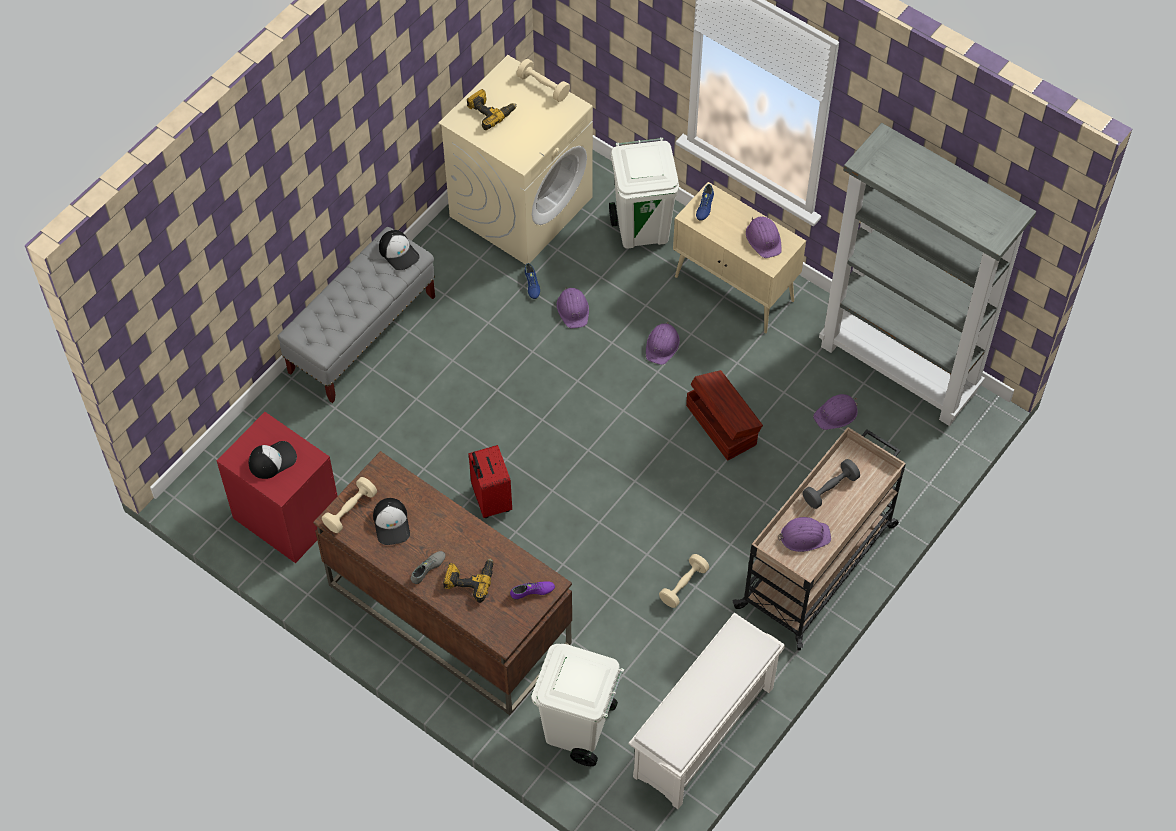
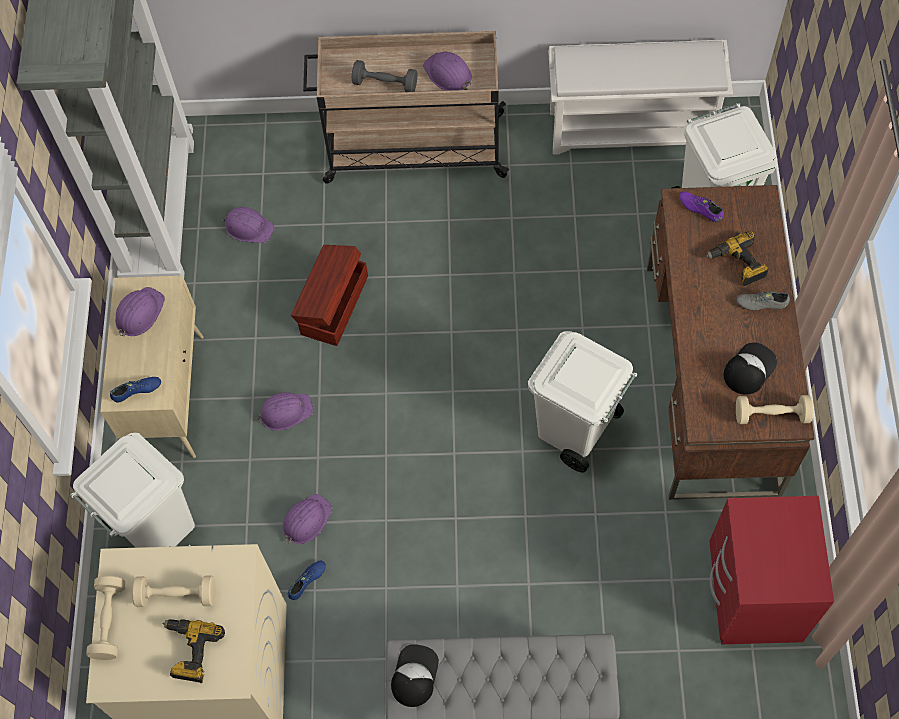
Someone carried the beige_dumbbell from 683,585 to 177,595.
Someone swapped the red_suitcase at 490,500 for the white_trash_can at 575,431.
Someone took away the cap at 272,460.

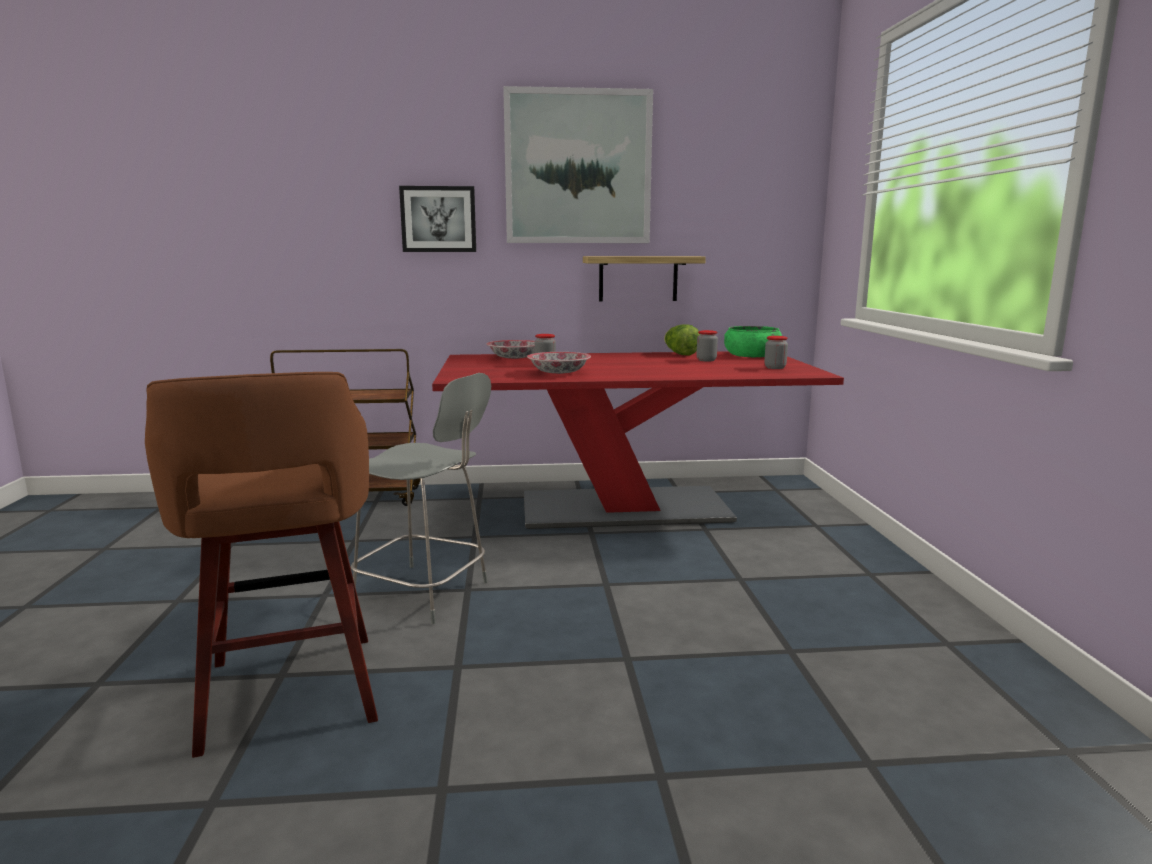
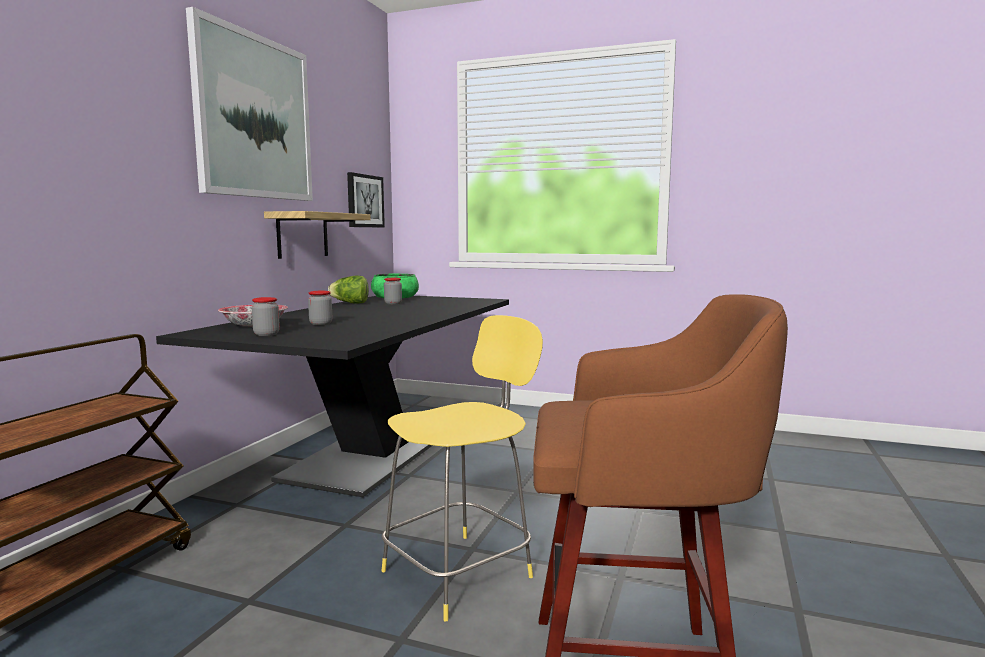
Someone repainted the red_dining_table at 624,508, which became the black_dining_table at 374,453.
Someone carried the jar from 775,367 to 266,334.
Someone carried the picture from 438,219 to 364,201.
Someone repainted the grey_stool at 425,594, which became the yellow_stool at 461,572.
Someone took away the bowl at 558,373.

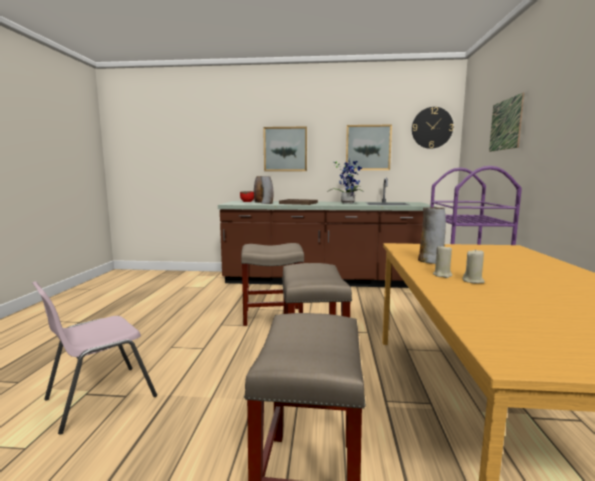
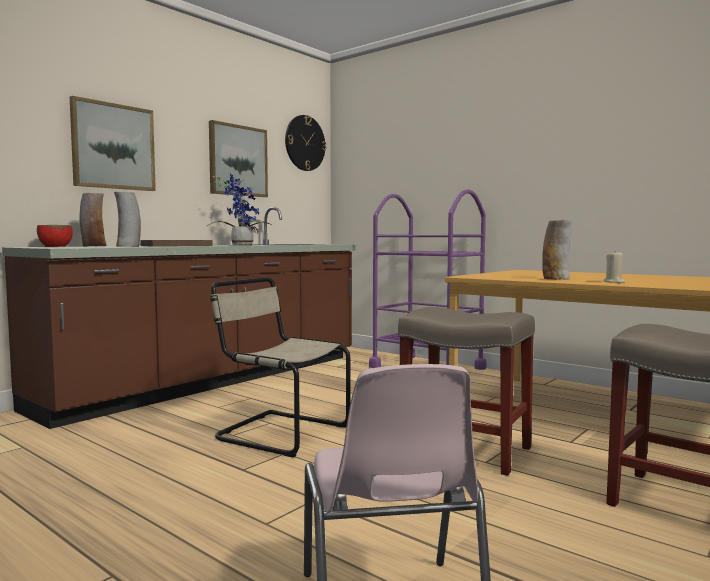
Someone swapped the beige_stool at 273,316 for the beige_chair at 279,432.
Someone took away the beige_candle at 473,281.
Someone took away the picture at 505,124.

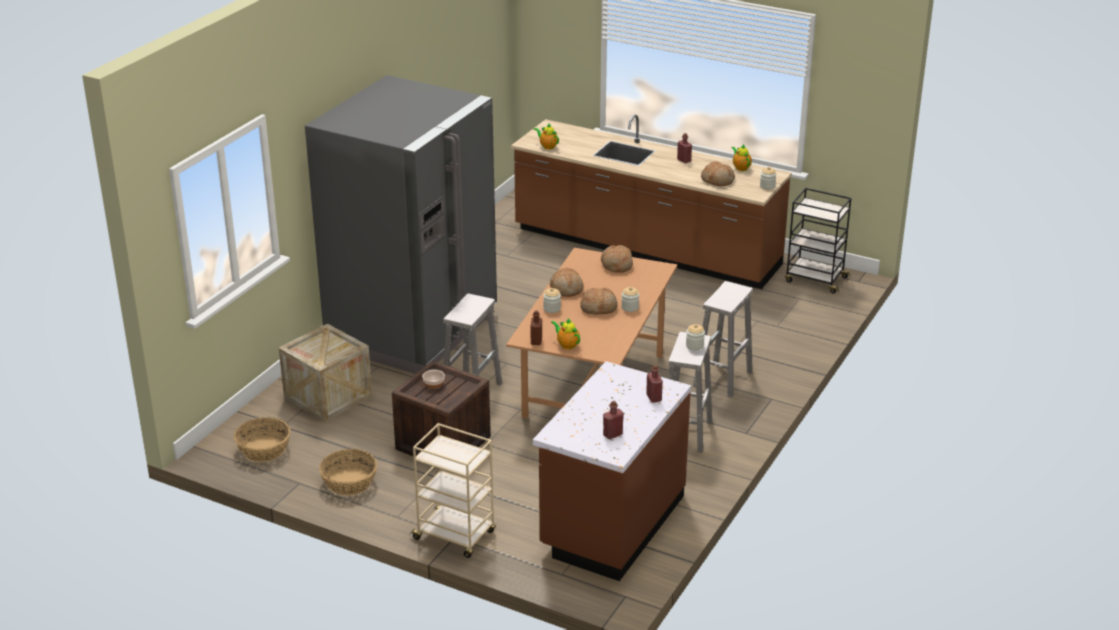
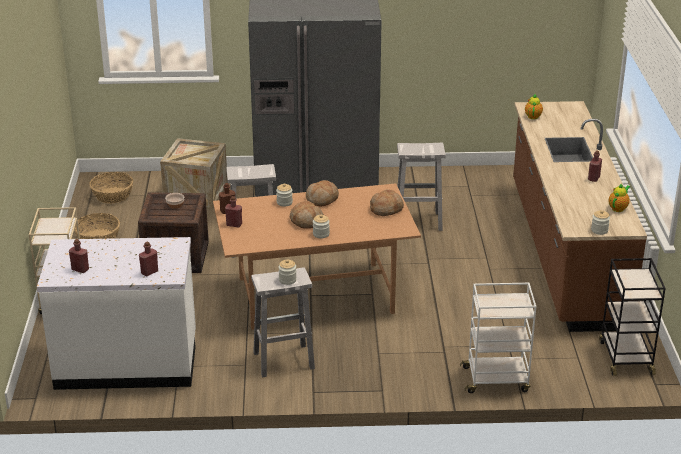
Someone repainted the brown_counter at 611,523, which became the white_counter at 127,362.
Someone swapped the teapot at 567,345 for the red_bottle at 234,224.
Someone carried the white_stool from 722,379 to 417,222.
Someone put down the white_cart at 496,379.
Someone took away the bread at 717,180.

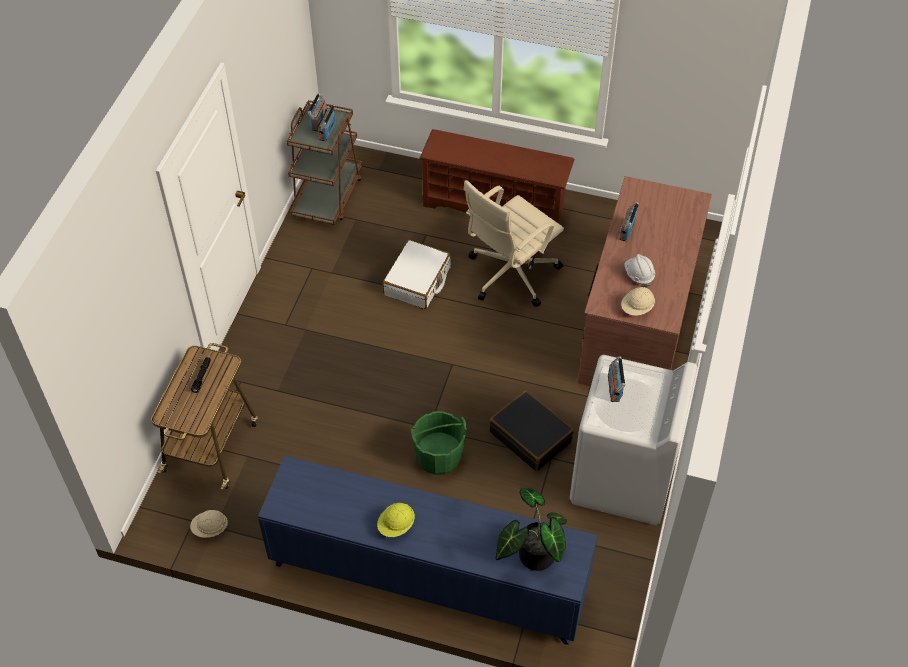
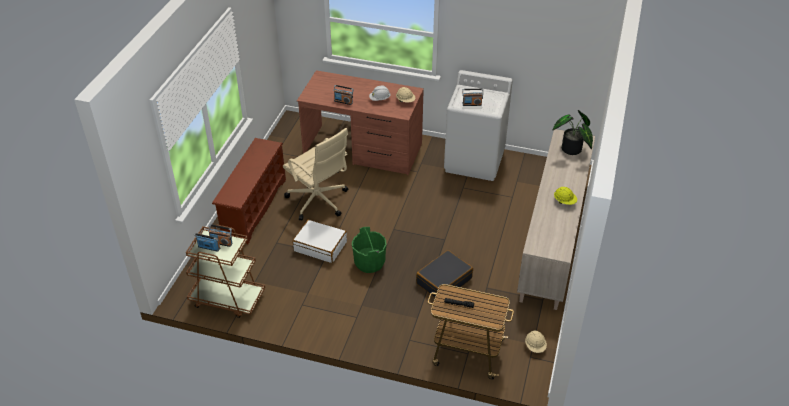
Someone carried the green_bucket from 439,456 to 369,262.
Someone carried the black_suitcase from 530,437 to 443,281.
Someone repainted the blue_cabinet at 428,579, which became the beige_cabinet at 553,239.

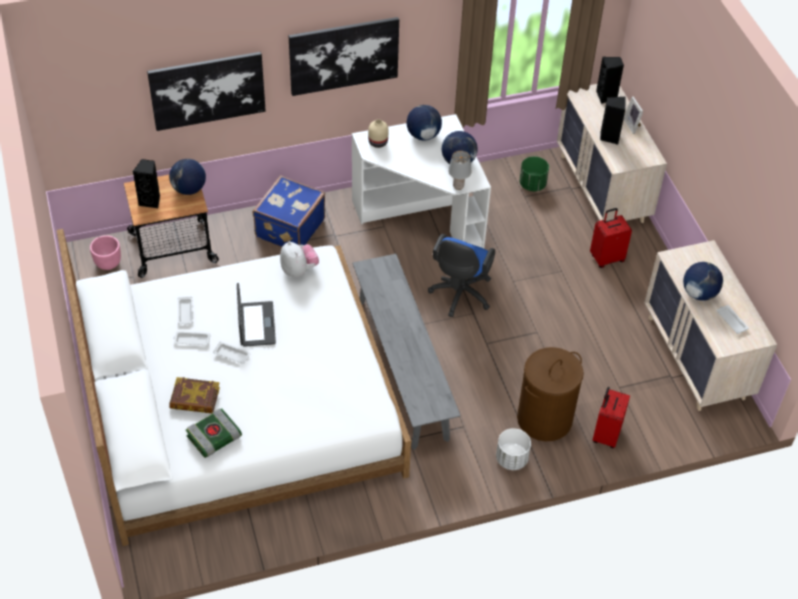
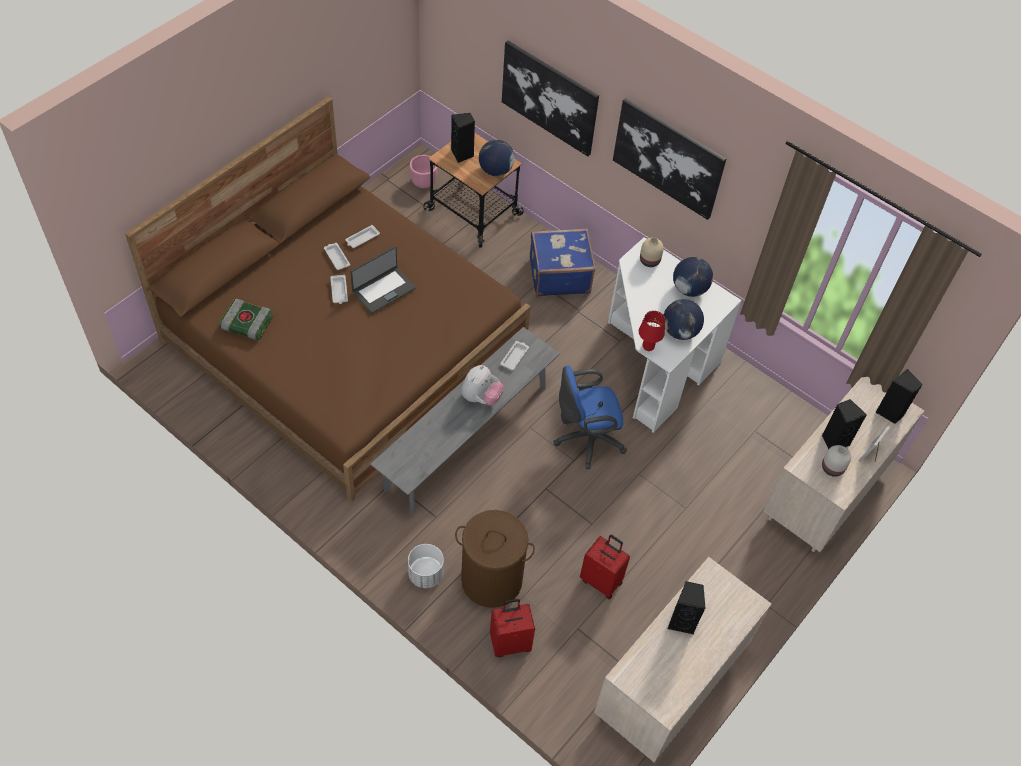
Someone repainted the white_bed at 239,404, which became the brown_bed at 344,342.
Someone carried the plush_toy from 299,270 to 481,397.
Someone carried the white_tray from 731,320 to 514,356.
Someone carried the red_suitcase from 606,258 to 601,580.
Someone repainted the grey_table_lamp at 458,186, which became the red_table_lamp at 648,347.
Someone swapped the globe at 699,293 for the black_speaker at 682,621.
Someone put down the white_vase at 832,468.
Someone took away the book at 195,399.
Someone took away the green_planter at 532,184.

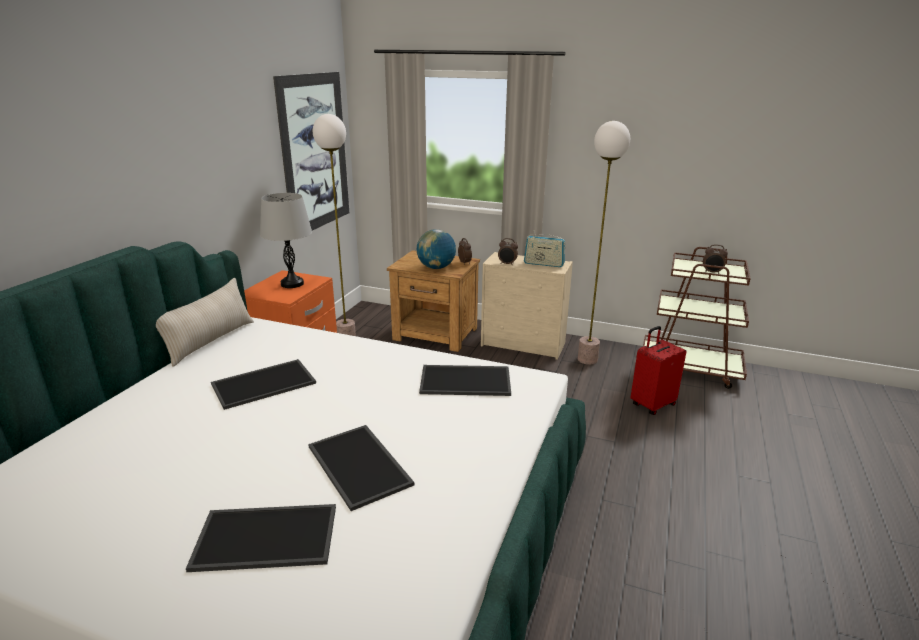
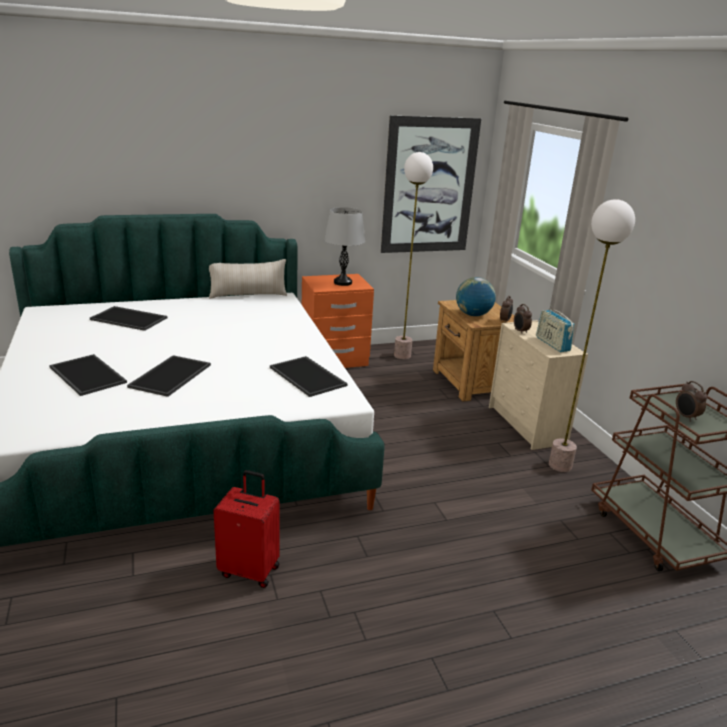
Someone carried the tray from 264,383 to 130,318.
Someone carried the red_suitcase from 652,404 to 250,570.

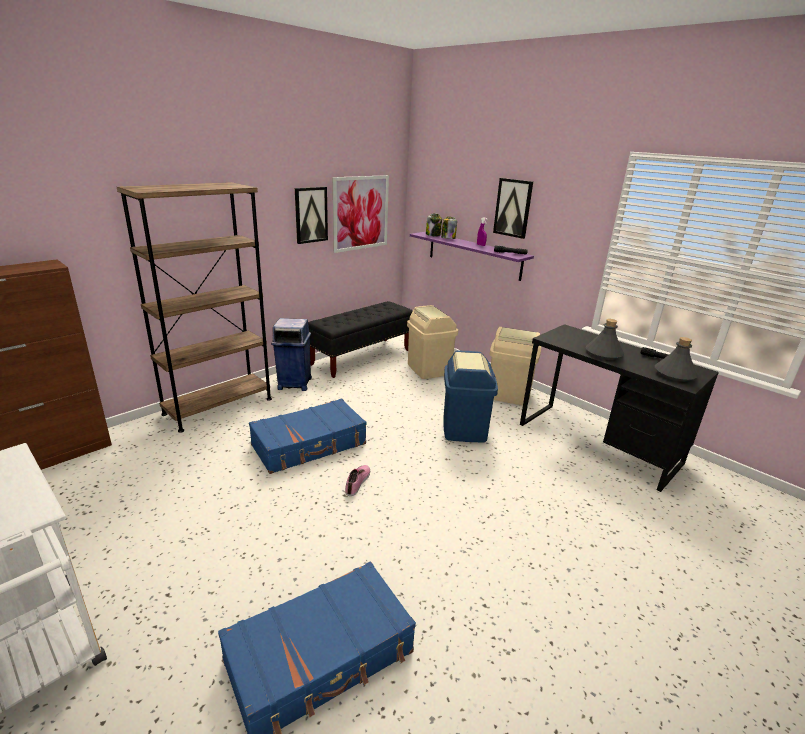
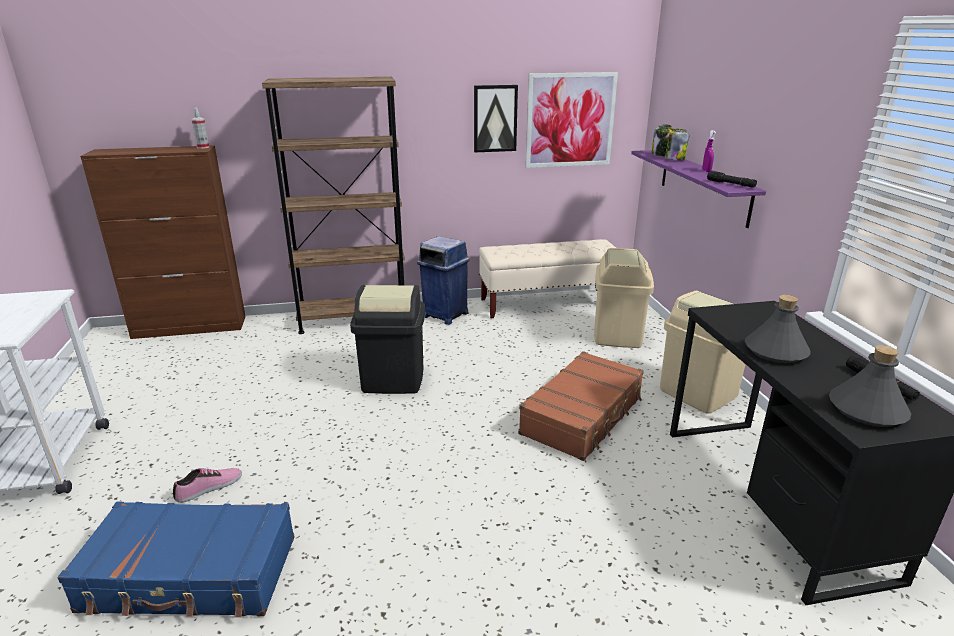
Someone carried the shoe from 358,482 to 209,488.
Someone put down the spray_bottle at 203,147.
Someone swapped the blue_suitcase at 309,445 for the black_trash_can at 393,379.
Someone repainted the black_bench at 361,357, which became the beige_bench at 547,304.
Someone swapped the blue_trash_can at 463,429 for the brown_suitcase at 583,416.
Someone took away the picture at 513,208.

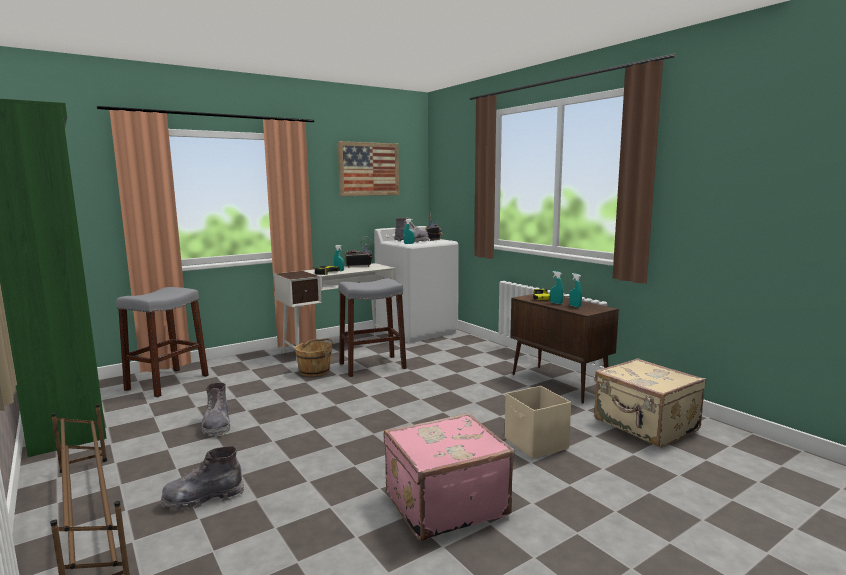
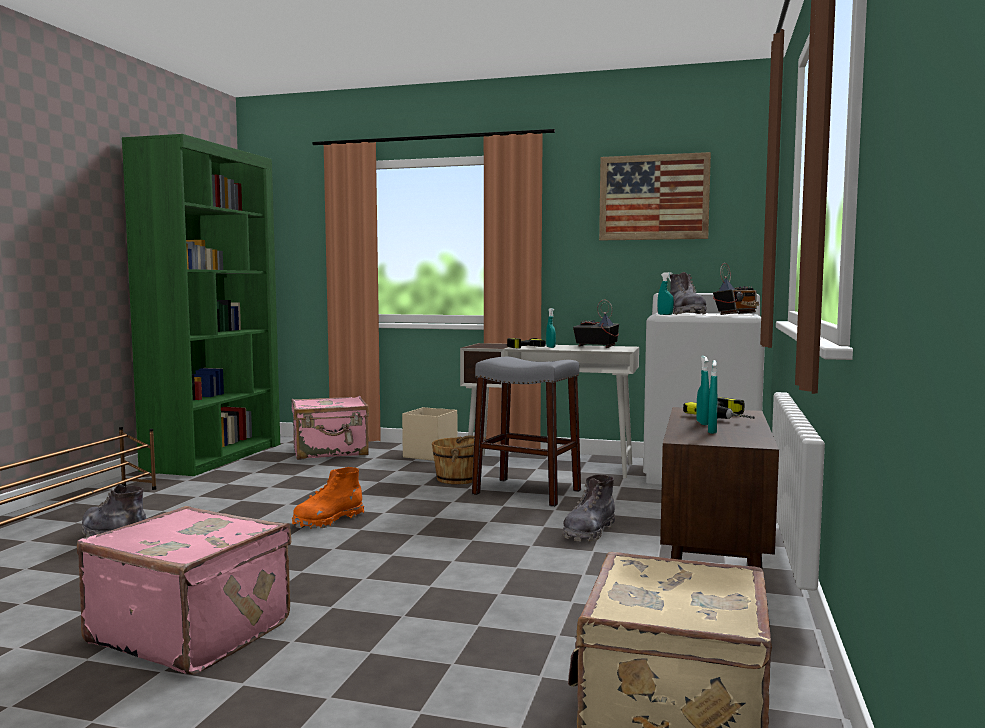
Someone swapped the grey_stool at 168,382 for the pink_suitcase at 331,452.
Someone put down the orange_boot at 328,521.
Someone carried the beige_storage_box from 536,444 to 429,455.
Someone carried the grey_boot from 217,425 to 589,532.

